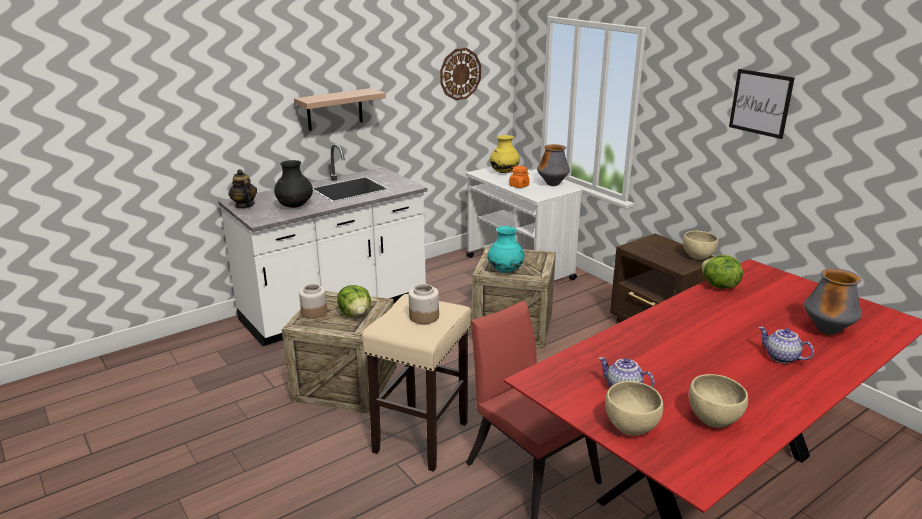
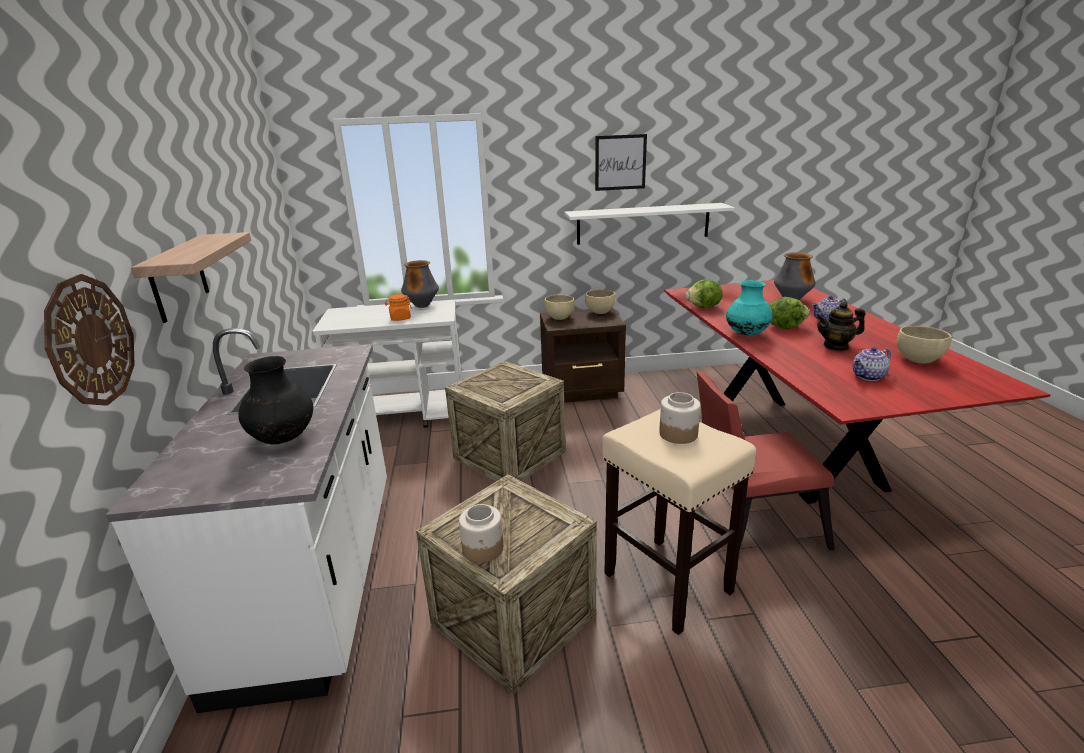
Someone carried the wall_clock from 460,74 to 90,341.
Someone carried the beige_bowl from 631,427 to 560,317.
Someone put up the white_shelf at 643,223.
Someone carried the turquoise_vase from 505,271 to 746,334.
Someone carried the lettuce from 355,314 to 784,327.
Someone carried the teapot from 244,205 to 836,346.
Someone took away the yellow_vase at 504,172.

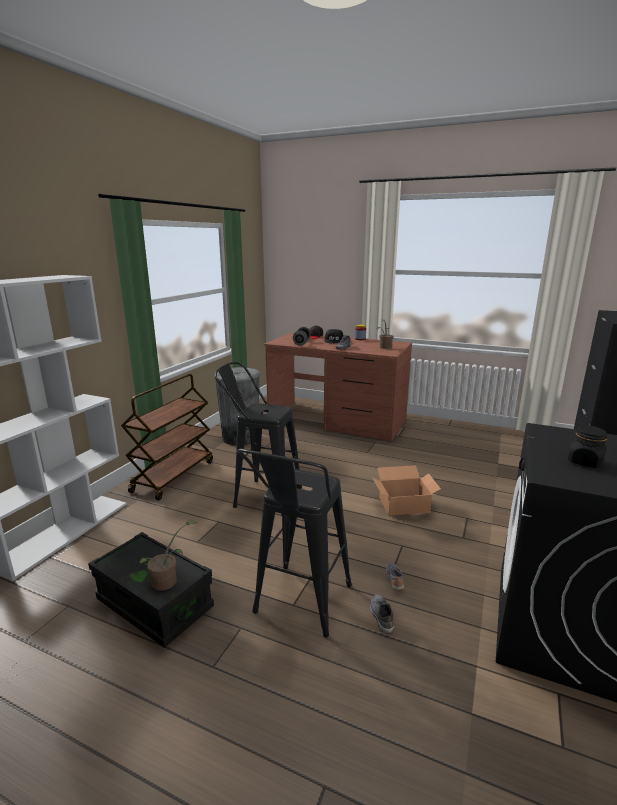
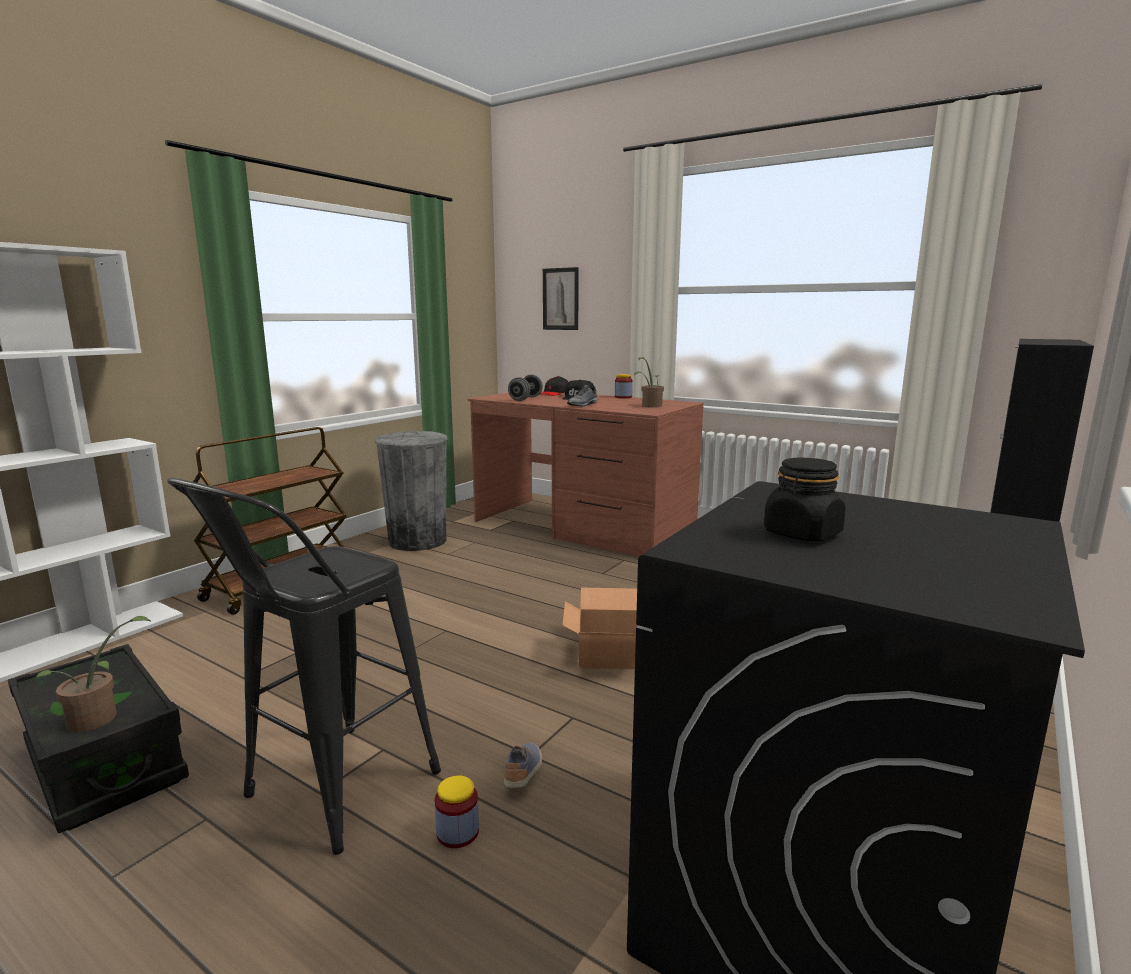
Someone swapped the grey_shoe at 381,616 for the jar at 457,832.
Someone put up the picture at 560,299.
Someone took away the black_stool at 261,496.

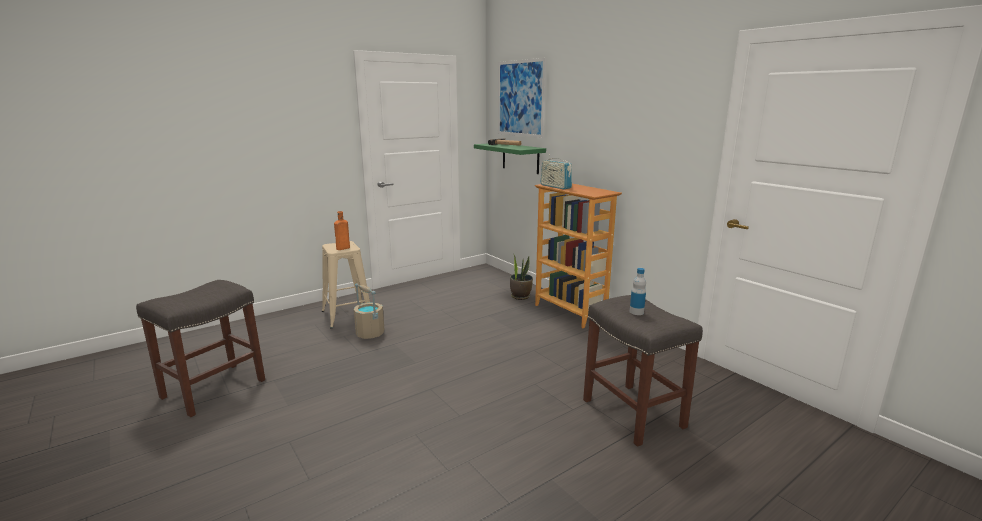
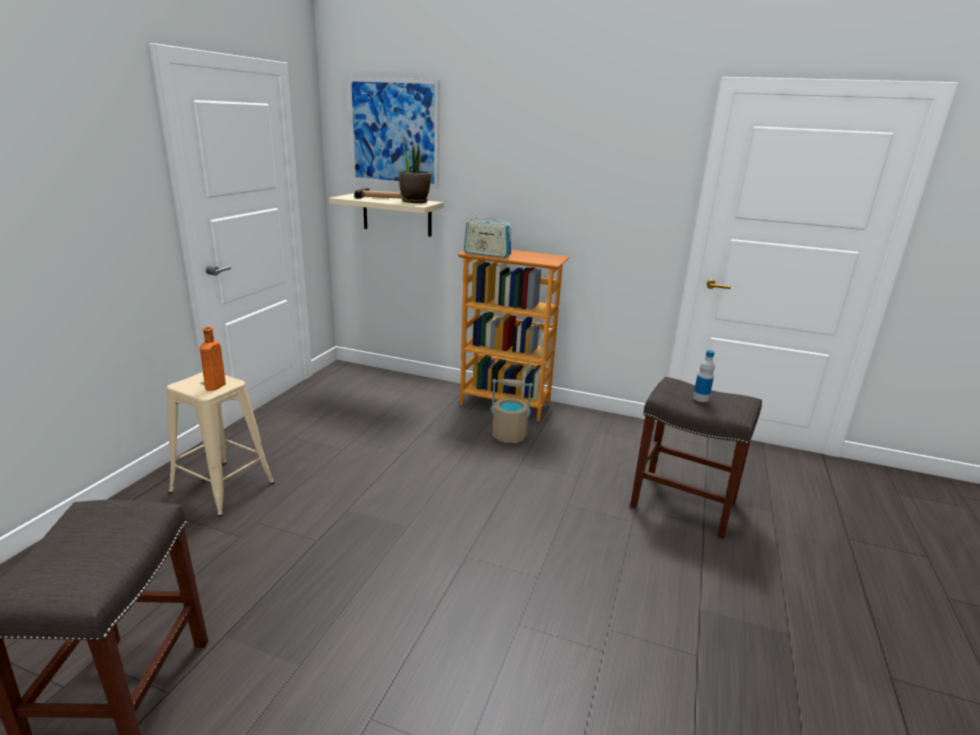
Someone repainted the green_shelf at 520,158, which became the beige_shelf at 397,215.
Someone carried the potted_plant from 520,296 to 414,201.
Someone carried the beige_bucket from 370,333 to 509,435.

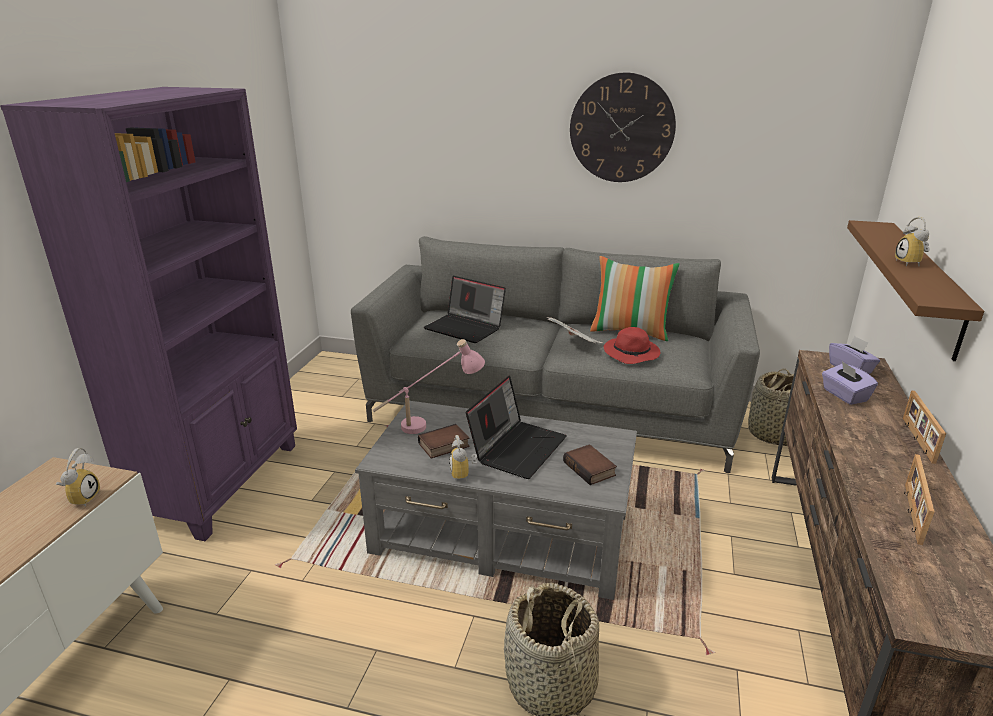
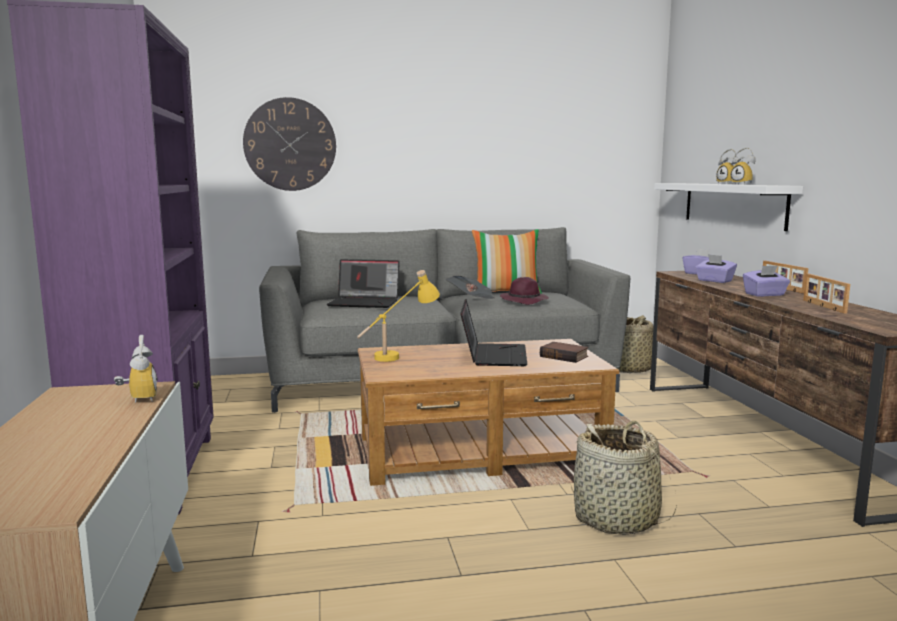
Someone carried the wall_clock from 621,128 to 290,144.
Someone repainted the pink_table_lamp at 431,423, which became the yellow_table_lamp at 399,354.
Someone repainted the grey_coffee_table at 502,533, which became the brown_coffee_table at 481,452.
Someone repainted the red_hat at 632,353, which became the purple_hat at 525,300.
Someone repainted the brown_shelf at 923,285, which became the white_shelf at 733,204.
Someone carried the alarm_clock from 463,475 to 743,184.
Someone put down the purple_tissue_box at 765,294.
Someone took away the book at 443,446.

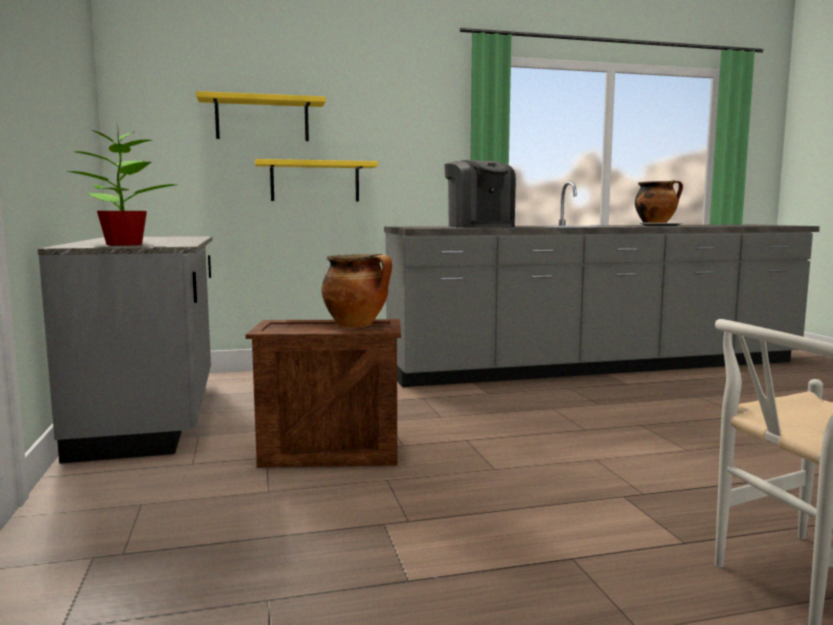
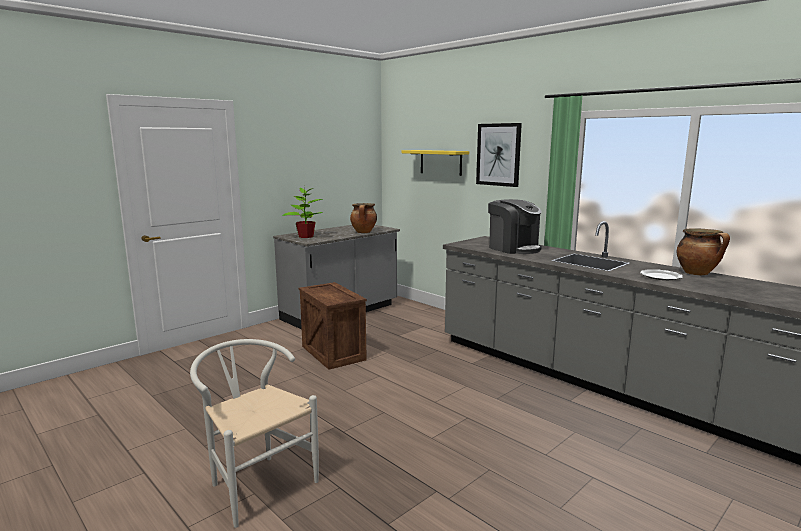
Someone carried the cooking_pot from 357,325 to 364,232.
Someone put up the picture at 498,154.
Someone rotated the coffee_machine at 480,226 by 75 degrees counterclockwise.
Someone took away the yellow_shelf at 315,181.

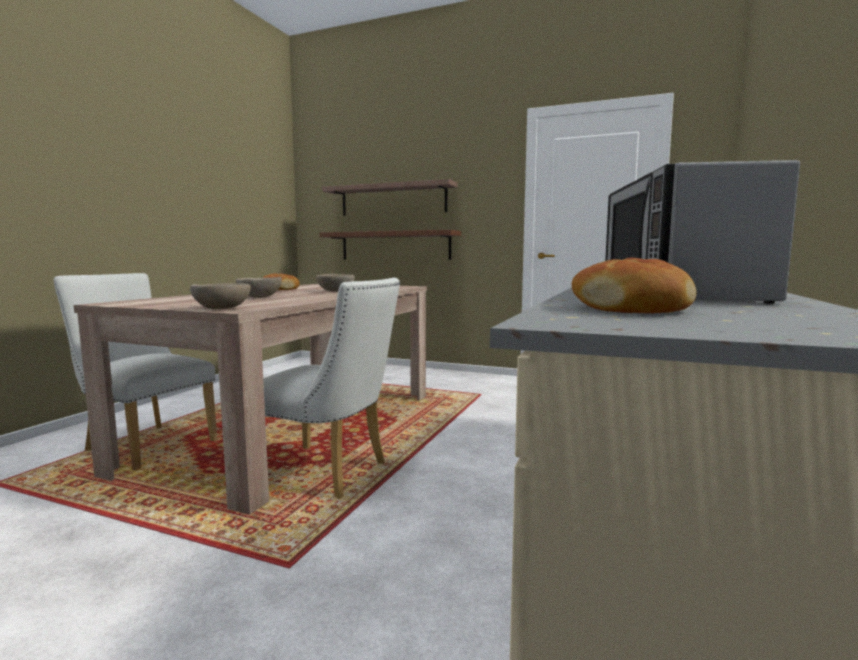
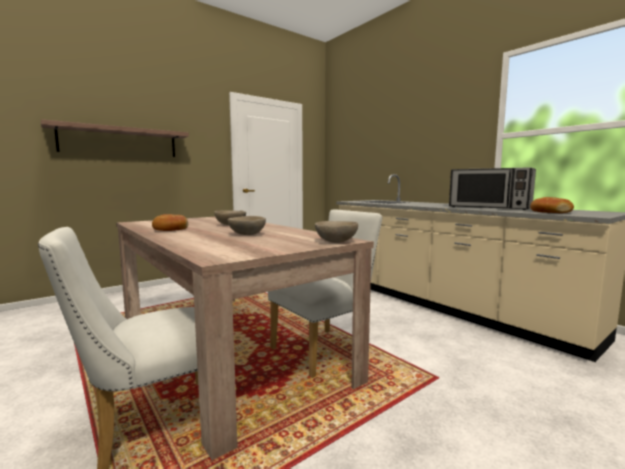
Someone took away the brown_shelf at 395,246.

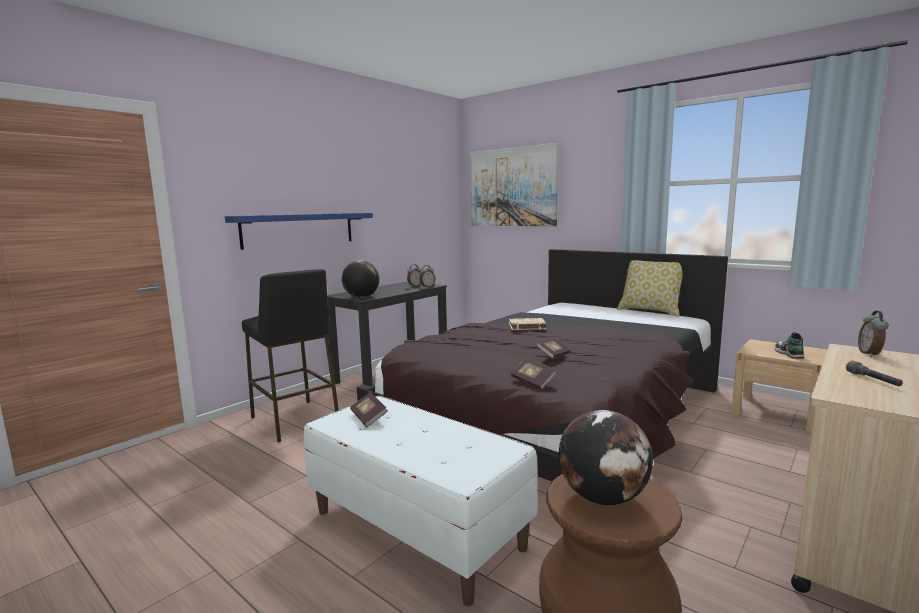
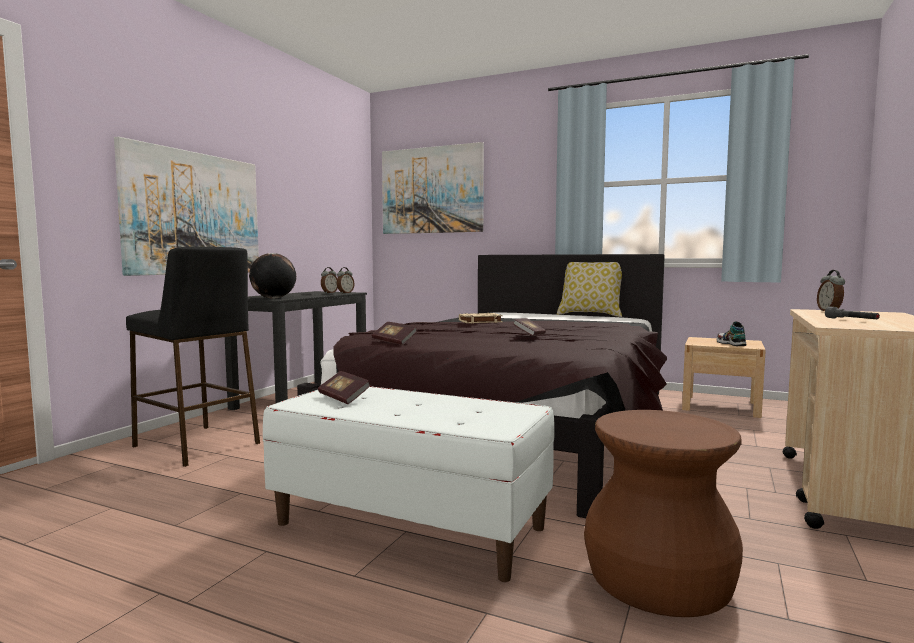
Someone swapped the blue_shelf at 299,229 for the picture at 194,213.
Someone carried the book from 533,382 to 394,342.
Someone took away the globe at 603,497.

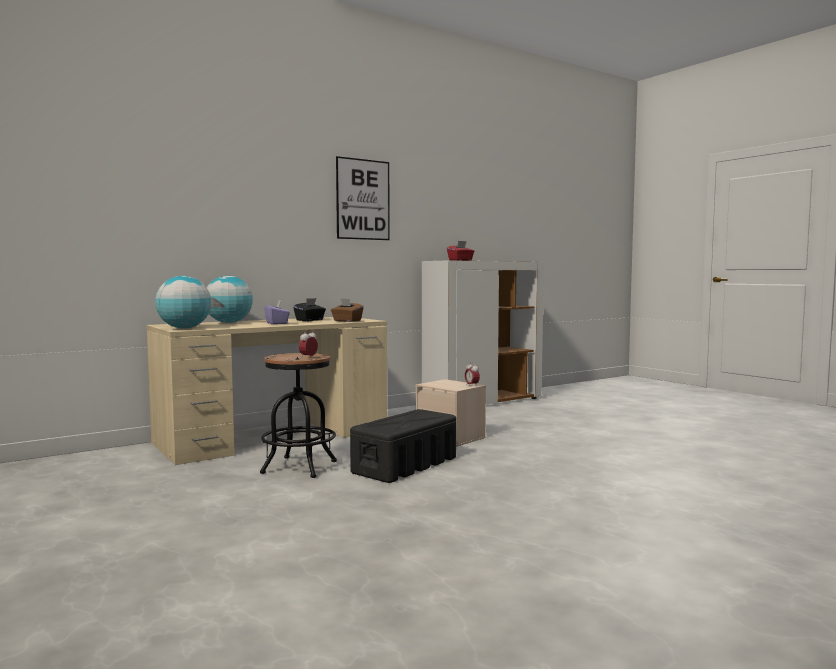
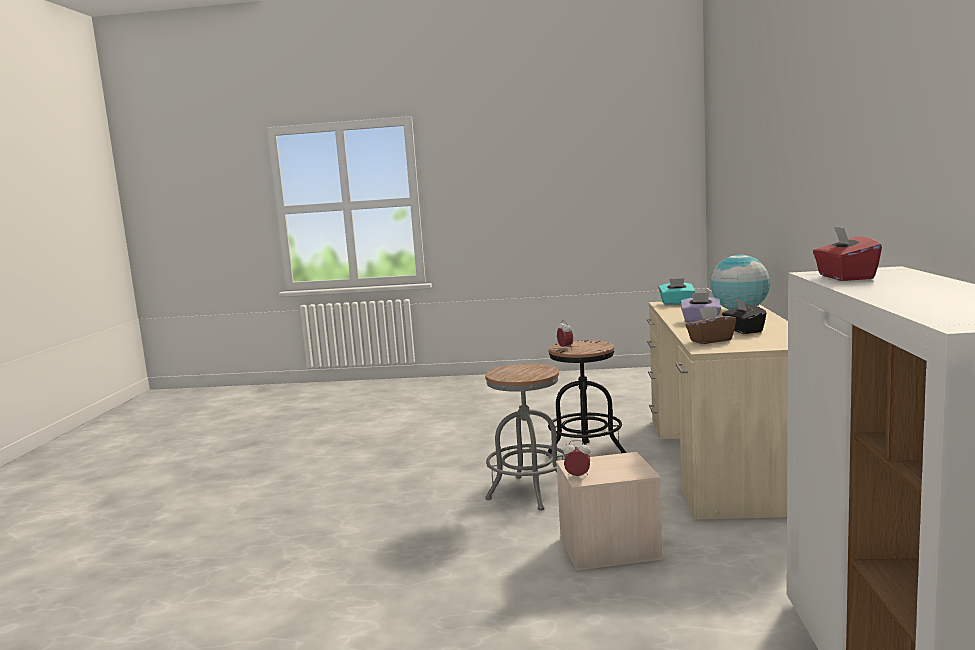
Someone swapped the black_storage_box at 404,465 for the grey_stool at 529,493.
Someone swapped the globe at 184,328 for the turquoise_tissue_box at 677,303.
Someone took away the picture at 363,199.

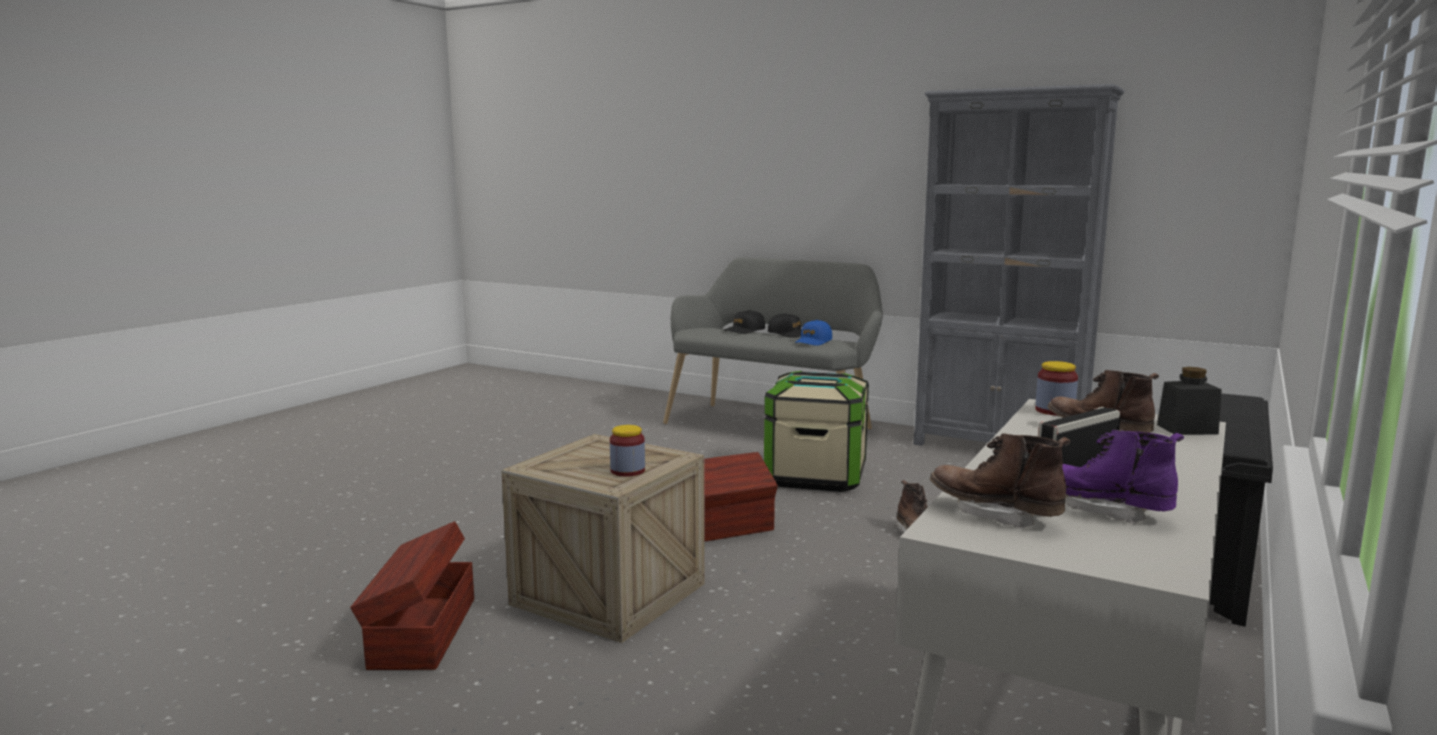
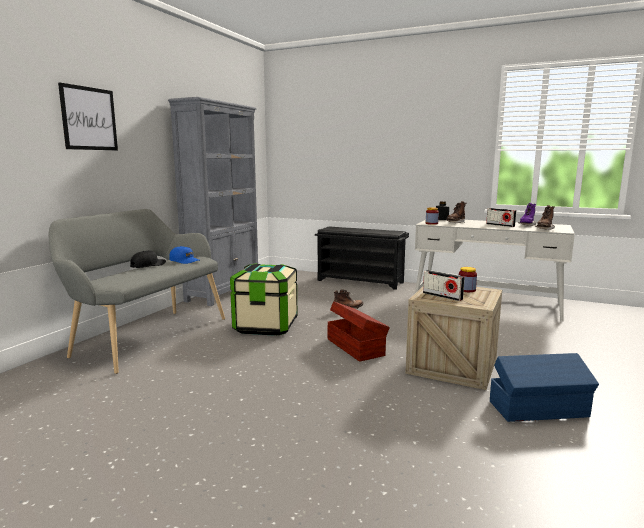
Someone put up the picture at 89,118.
Someone put down the radio at 442,296.
Someone repainted the brown_storage_box at 421,633, which became the blue_storage_box at 539,410.
Someone took away the black_cap at 745,330.

